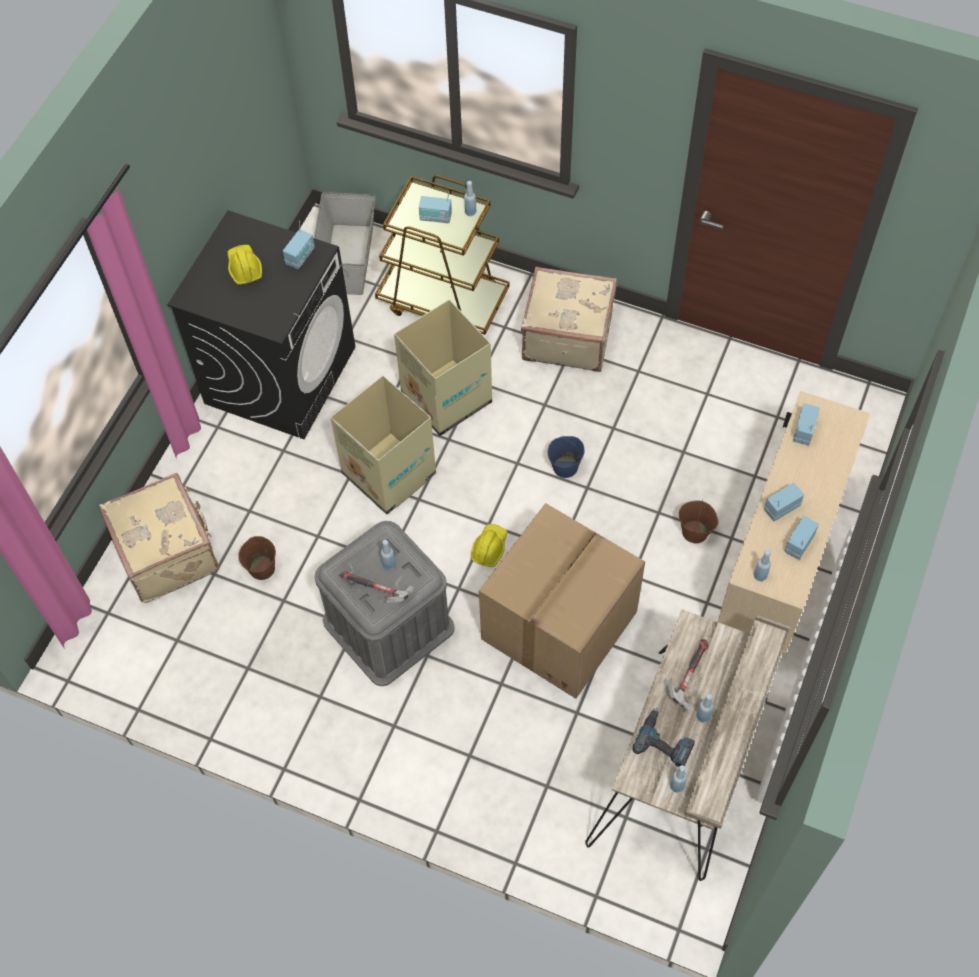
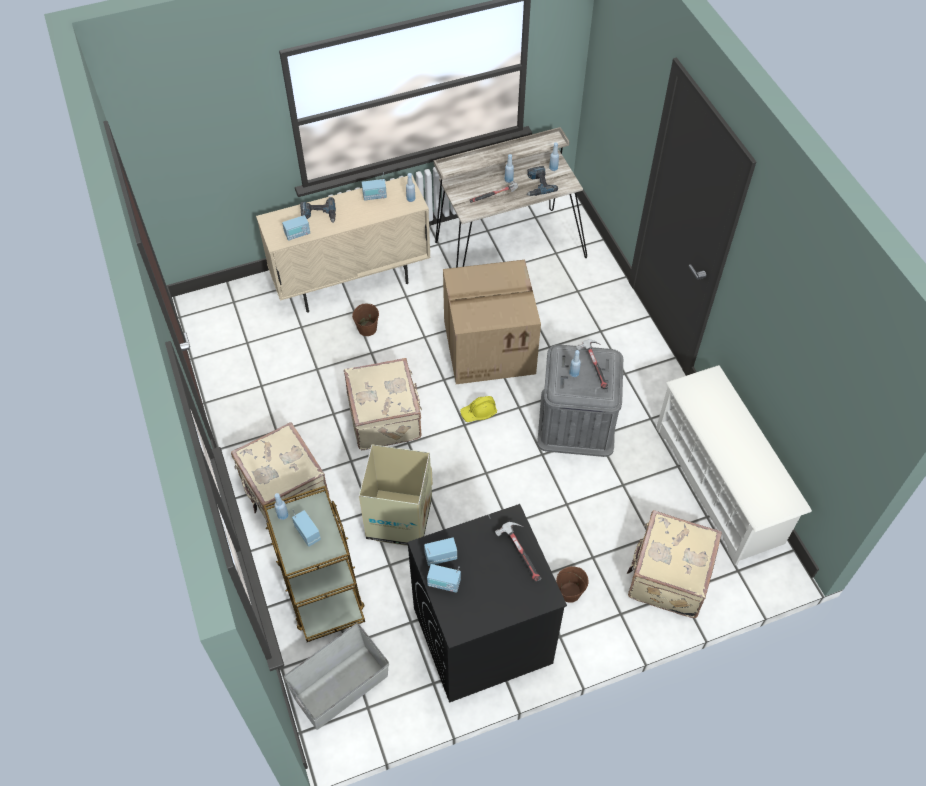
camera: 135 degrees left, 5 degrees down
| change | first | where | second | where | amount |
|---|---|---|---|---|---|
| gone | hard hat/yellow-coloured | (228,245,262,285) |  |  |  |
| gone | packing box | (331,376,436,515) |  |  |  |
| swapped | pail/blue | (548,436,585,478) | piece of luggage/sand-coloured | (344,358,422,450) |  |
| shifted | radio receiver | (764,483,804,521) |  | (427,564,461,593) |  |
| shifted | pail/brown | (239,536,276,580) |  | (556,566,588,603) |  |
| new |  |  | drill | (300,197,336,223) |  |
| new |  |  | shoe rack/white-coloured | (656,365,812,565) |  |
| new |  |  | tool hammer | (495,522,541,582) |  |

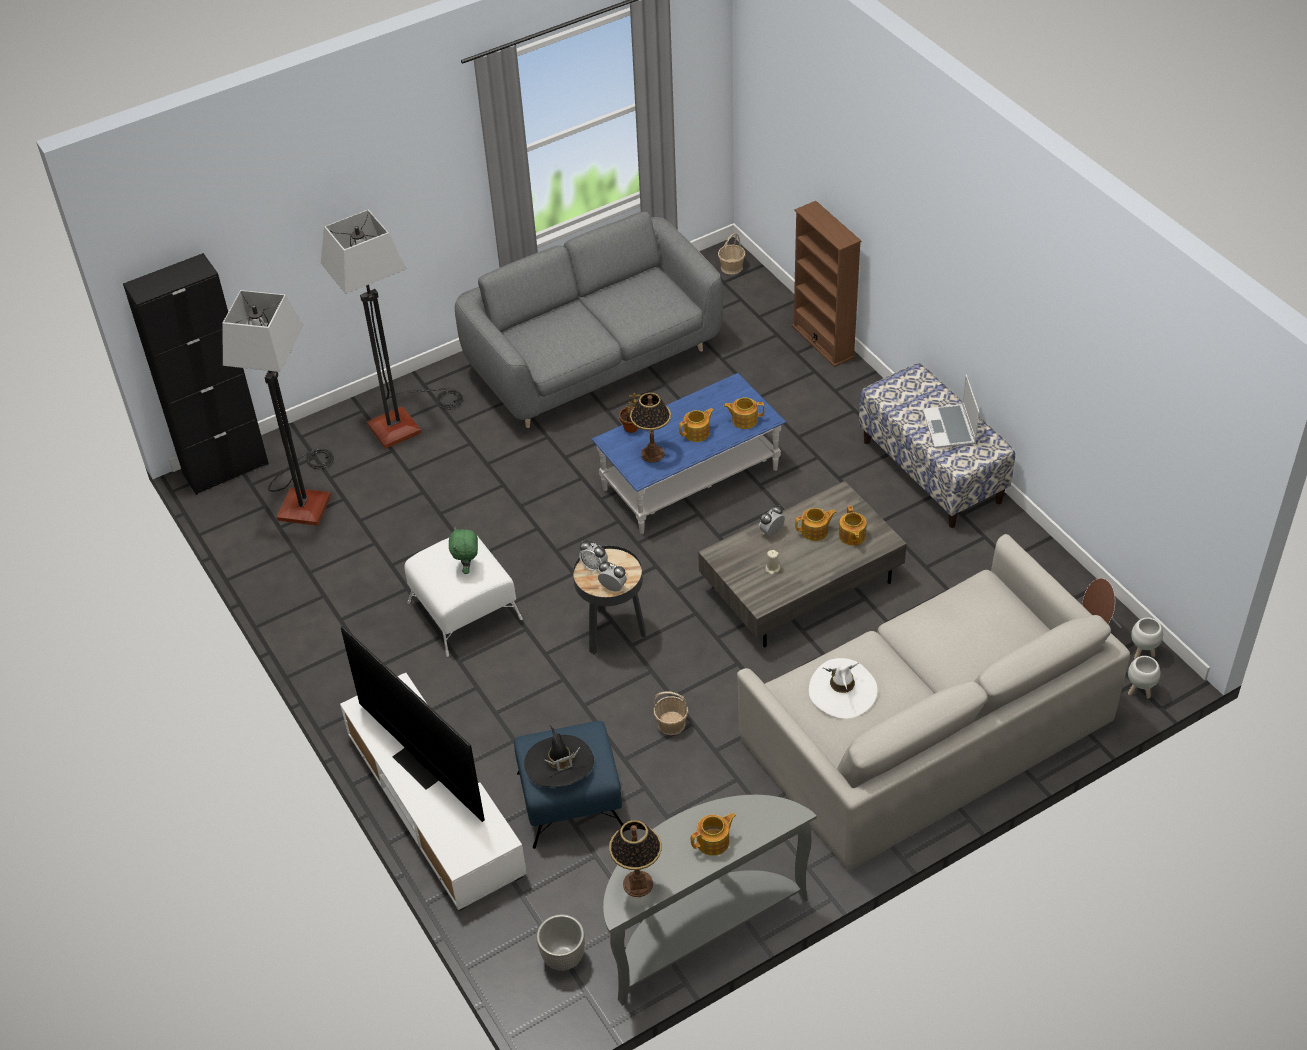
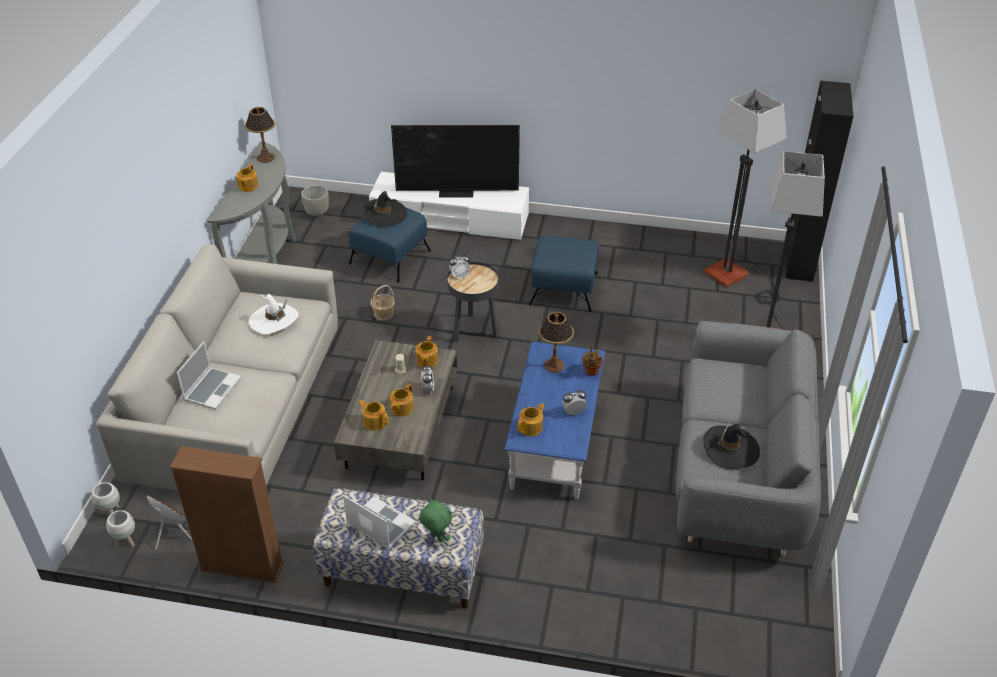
camera: 130 degrees right, 5 degrees down
| change | first | where | second | where | amount |
|---|---|---|---|---|---|
| shifted | bookshelf/brown | (792,201,861,367) |  | (170,446,284,583) |  |
| gone | storage basket | (718,233,745,275) |  |  |  |
| shifted | teapot | (679,408,714,442) |  | (416,336,438,367) |  |
| shifted | soft toy/green | (449,527,478,574) |  | (419,498,452,542) |  |
| repainted | pouffe/white-coloured | (404,536,523,657) | pouffe/blue | (529,235,599,312) |  |
| shifted | table clock | (579,540,608,572) |  | (562,390,587,415) |  |
| new |  |  | laptop | (177,341,241,410) |  |
| new |  |  | wearable hat/black | (703,421,760,469) |  |

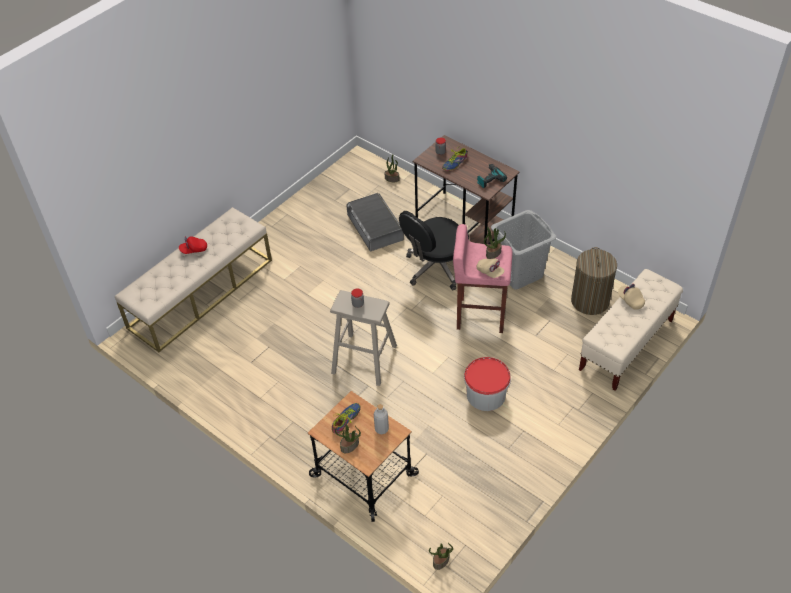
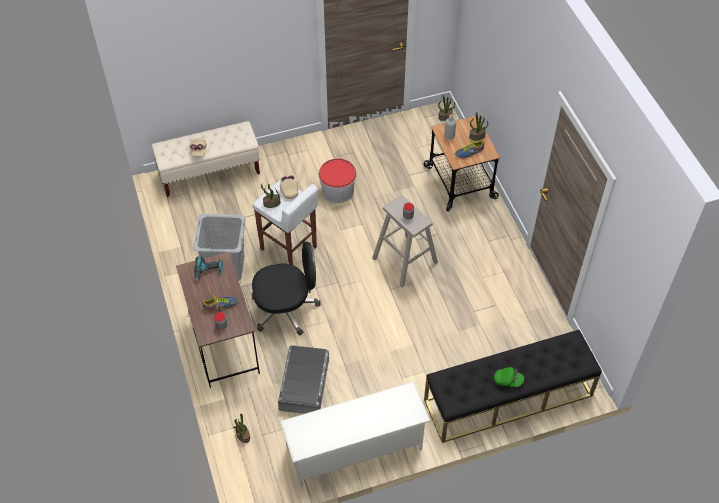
camera: 150 degrees left, 5 degrees up
| change | first | where | second | where | amount |
|---|---|---|---|---|---|
| repainted | indoor bench/sand-coloured | (115,207,272,352) | indoor bench/black | (424,330,602,443) |  |
| repainted | stool/pink | (453,224,513,333) | stool/white-coloured | (252,180,318,265) |  |
| repainted | cap/reddish | (179,236,207,254) | cap/green | (494,367,524,387) |  |
| gone | laundry basket | (571,247,617,315) |  |  |  |
| new |  |  | shoe rack/white-coloured | (280,382,430,487) |  |

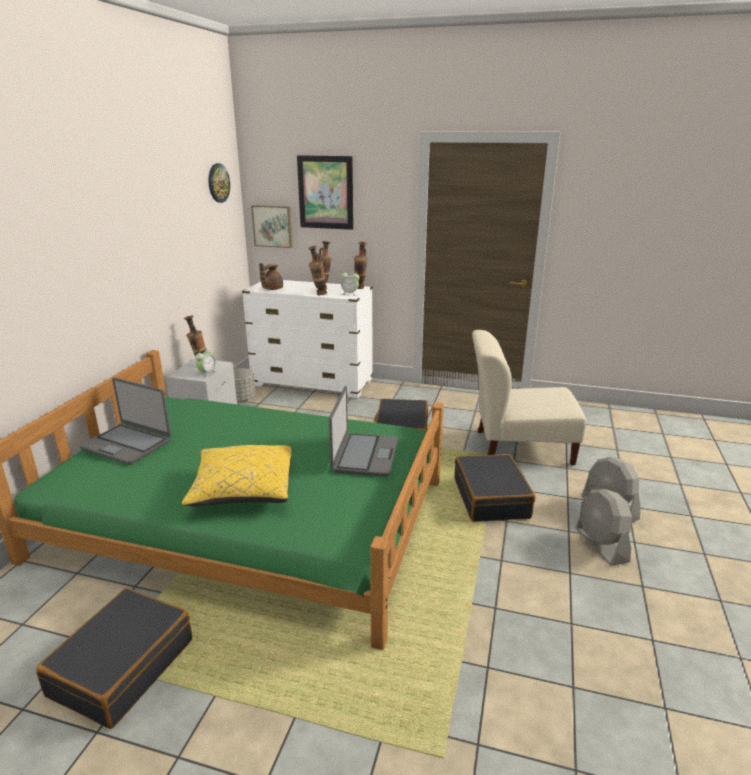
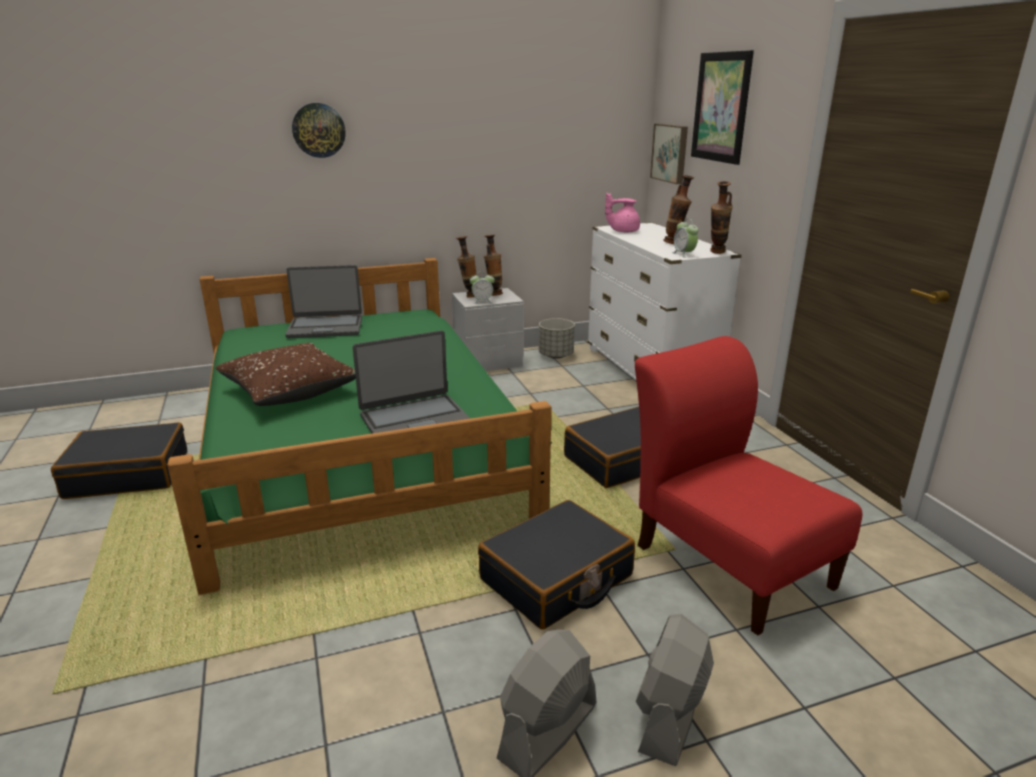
camera: 55 degrees right, 0 degrees up
| change | first | where | second | where | amount |
|---|---|---|---|---|---|
| shifted | clock on the wall | (208,163,230,203) |  | (292,103,346,158) |  |
| shifted | decorative vase | (308,246,327,295) |  | (456,236,476,298) |  |
| repainted | teapot/brown | (259,263,283,290) | teapot/pink | (605,193,640,232) |  |
| repainted | plain chair/sand-coloured | (472,330,586,465) | plain chair/reddish | (635,336,862,635) |  |
| rotated | laptop | (80,378,171,465) |  | (285,265,362,338) | 90 degrees counterclockwise |
| repainted | pillow/yellow-coloured | (182,445,293,506) | pillow/brown | (216,343,356,406) |  |

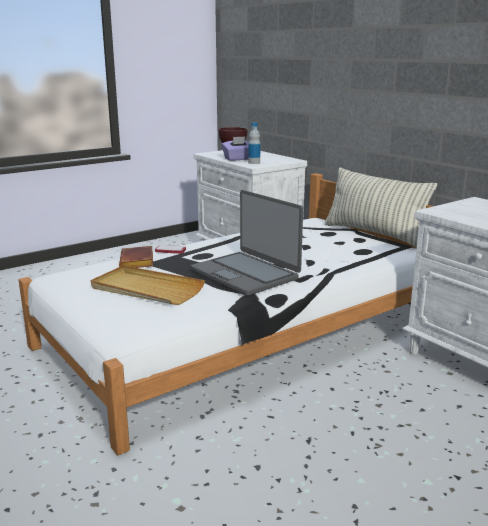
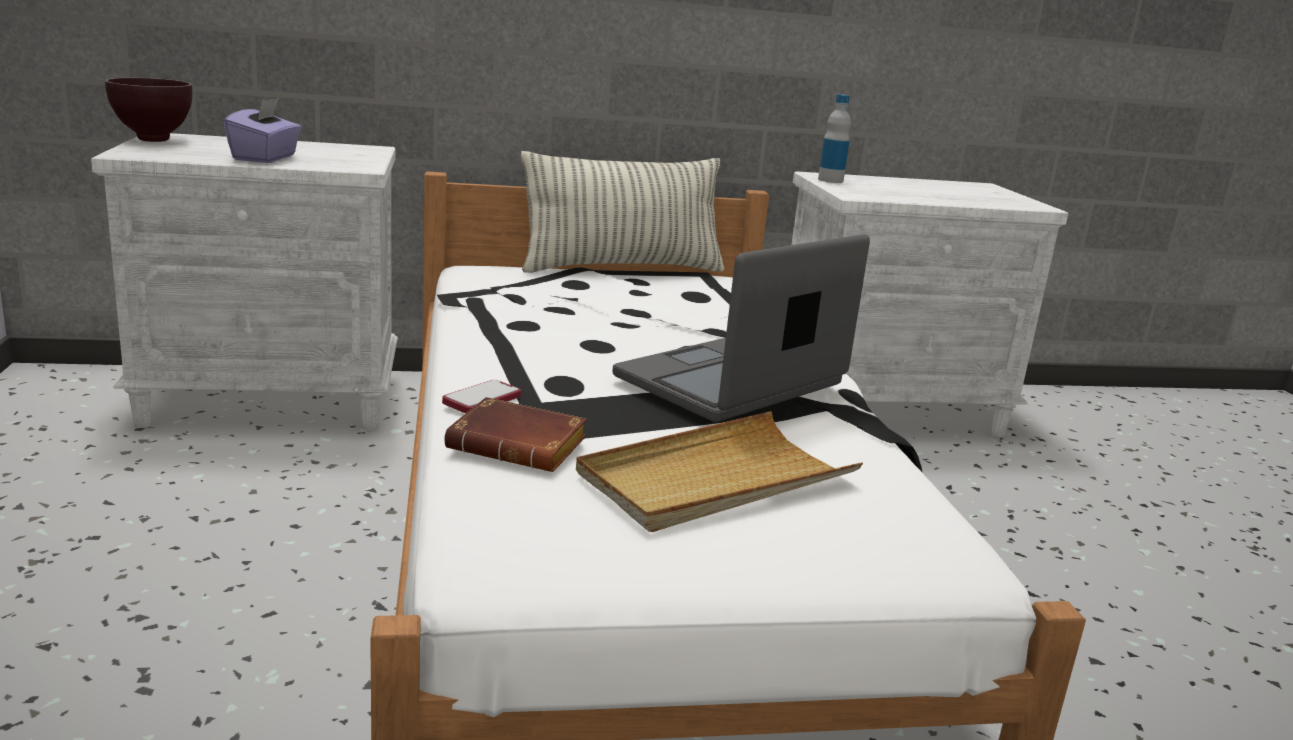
camera: 65 degrees left, 0 degrees up
| change | first | where | second | where | amount |
|---|---|---|---|---|---|
| shifted | bottle | (248,122,260,164) |  | (818,94,851,183) |  |
| rotated | laptop | (190,190,303,296) |  | (612,234,870,422) | 150 degrees clockwise |

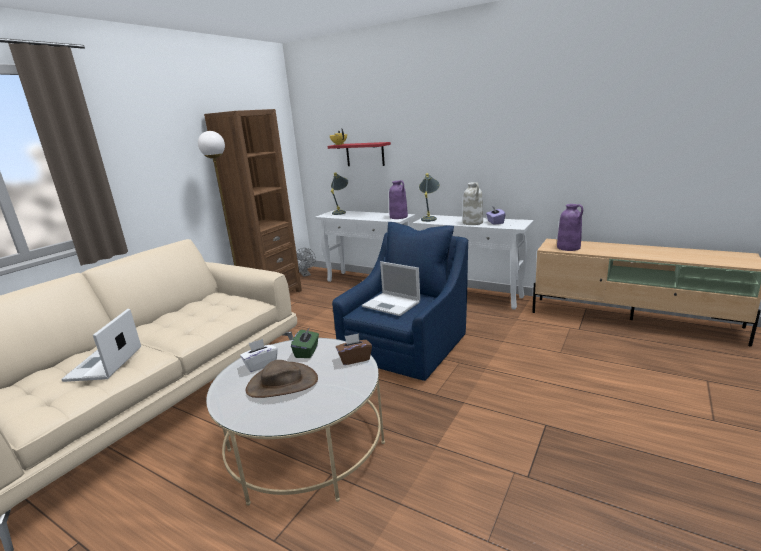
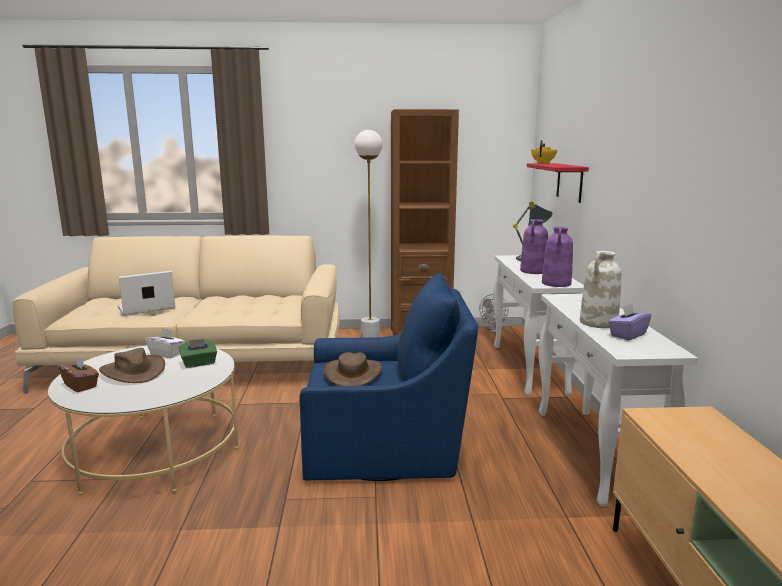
camera: 55 degrees right, 5 degrees down
| change | first | where | second | where | amount |
|---|---|---|---|---|---|
| gone | lamp for a table/gray | (419,173,440,222) |  |  |  |
| shifted | decorative vase/purplish | (557,204,583,251) |  | (520,219,548,274) |  |
| swapped | laptop | (362,261,420,316) | wearable hat/brown | (324,352,382,386) |  |
| shifted | tissue box/brown | (336,333,372,365) |  | (59,356,99,392) |  |

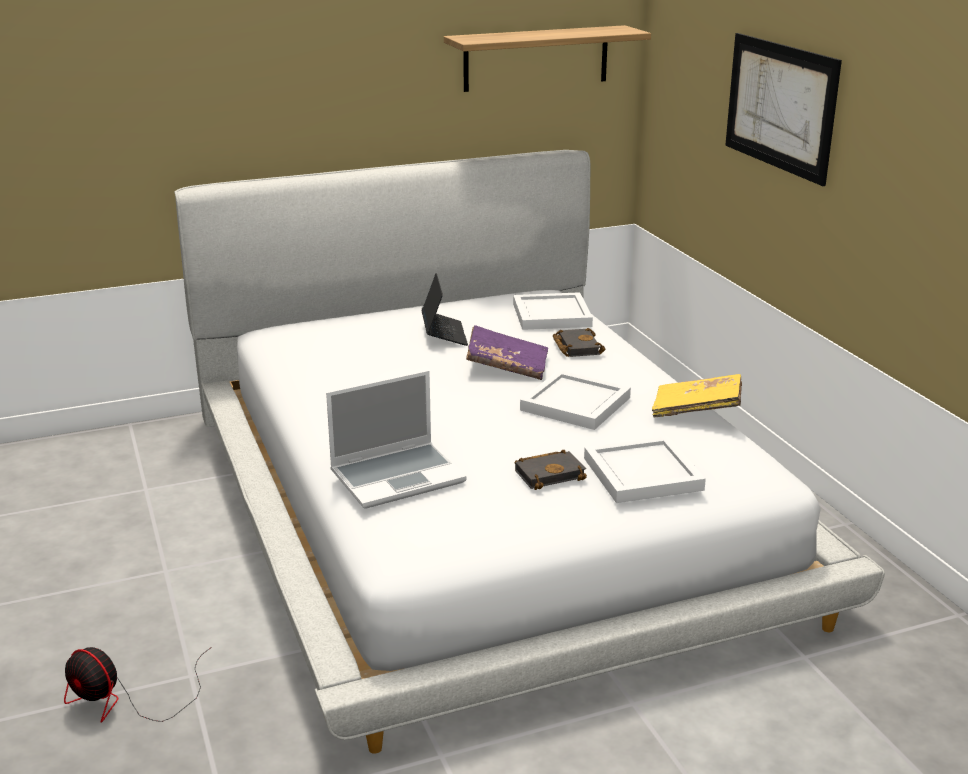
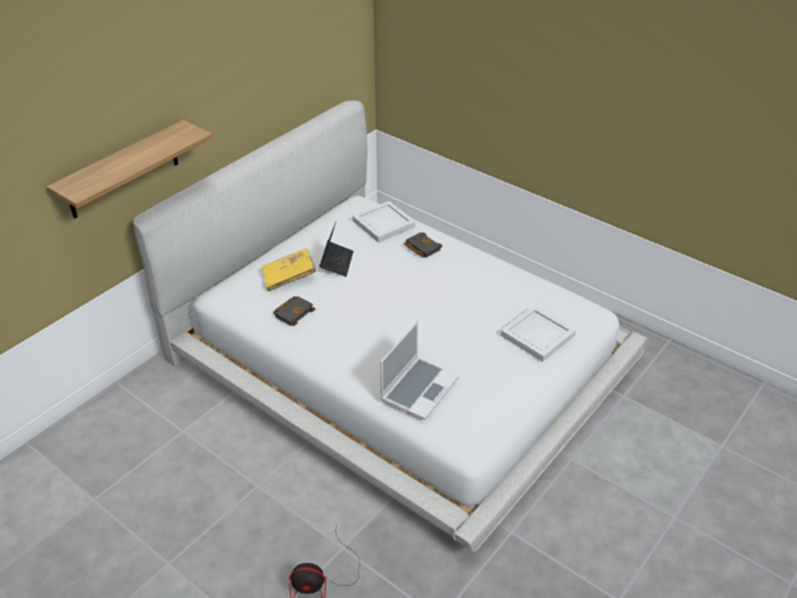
camera: 30 degrees left, 15 degrees up
| change | first | where | second | where | amount |
|---|---|---|---|---|---|
| shifted | bracket shelf | (444,25,651,92) |  | (47,120,213,219) |  |
| gone | picture | (725,33,842,186) |  |  |  |
| rotated | laptop | (422,273,468,346) |  | (319,222,354,277) | 45 degrees clockwise |
| gone | bound book/purplish | (466,325,548,380) |  |  |  |
| gone | serving tray/white-coloured | (520,370,631,430) |  |  |  |
| shifted | bound book/yellow-coloured | (652,374,742,417) |  | (262,248,316,291) |  |
| shifted | bound book/black | (515,449,587,490) |  | (273,296,315,326) |  |

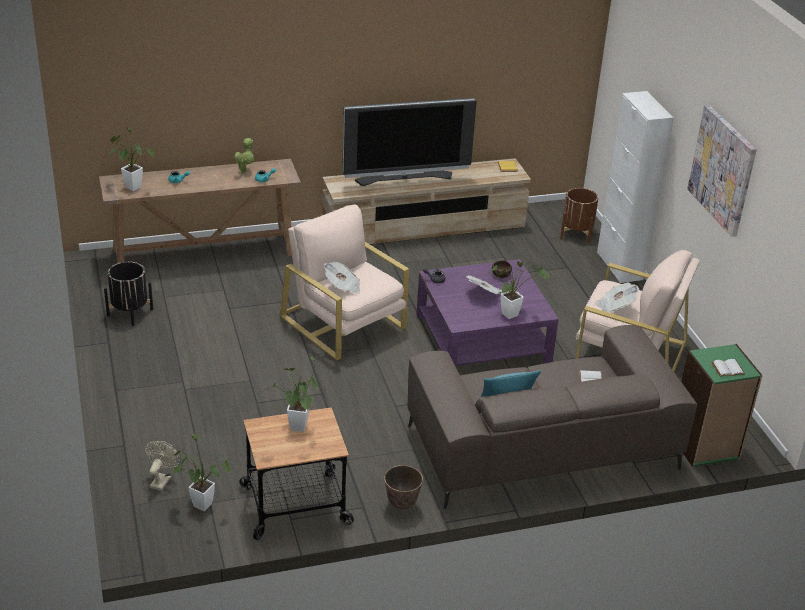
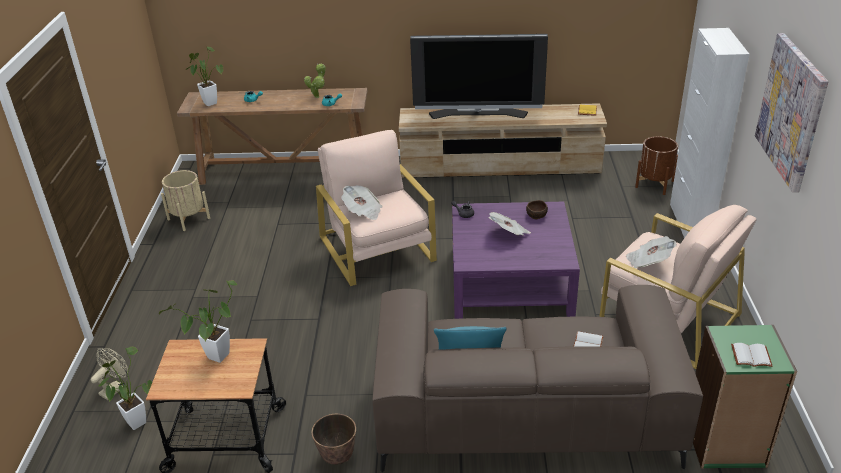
camera: 20 degrees right, 0 degrees up
| change | first | where | second | where | amount |
|---|---|---|---|---|---|
| repainted | flower pot/black | (104,261,153,326) | flower pot/sand-coloured | (161,170,210,231) |  |
| gone | houseplant | (488,261,549,319) |  |  |  |

